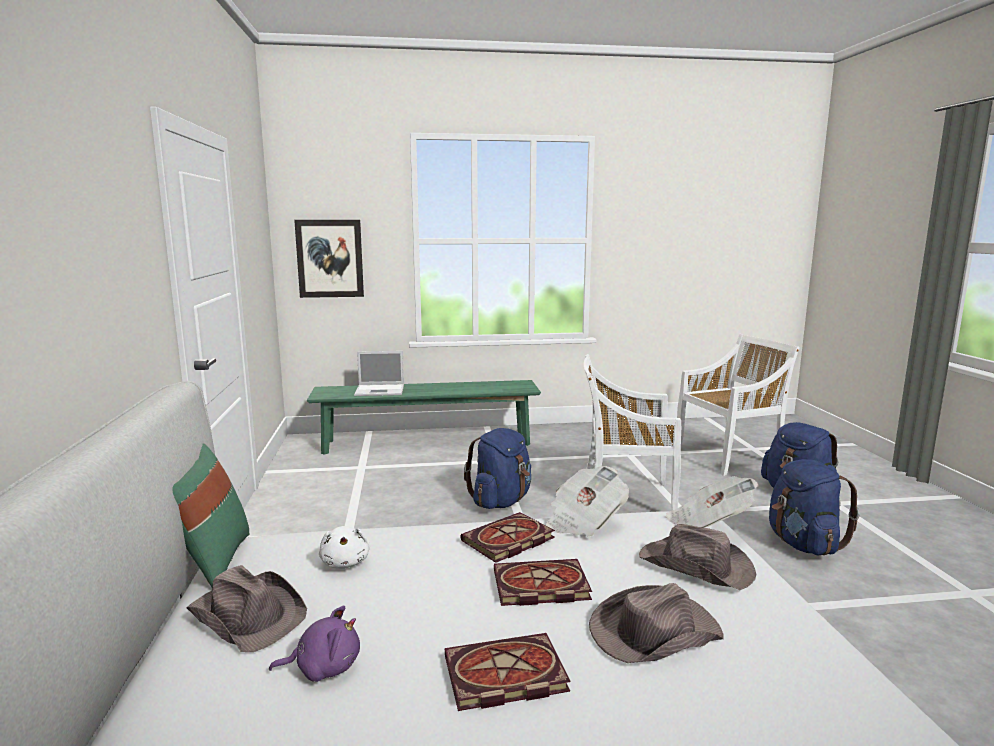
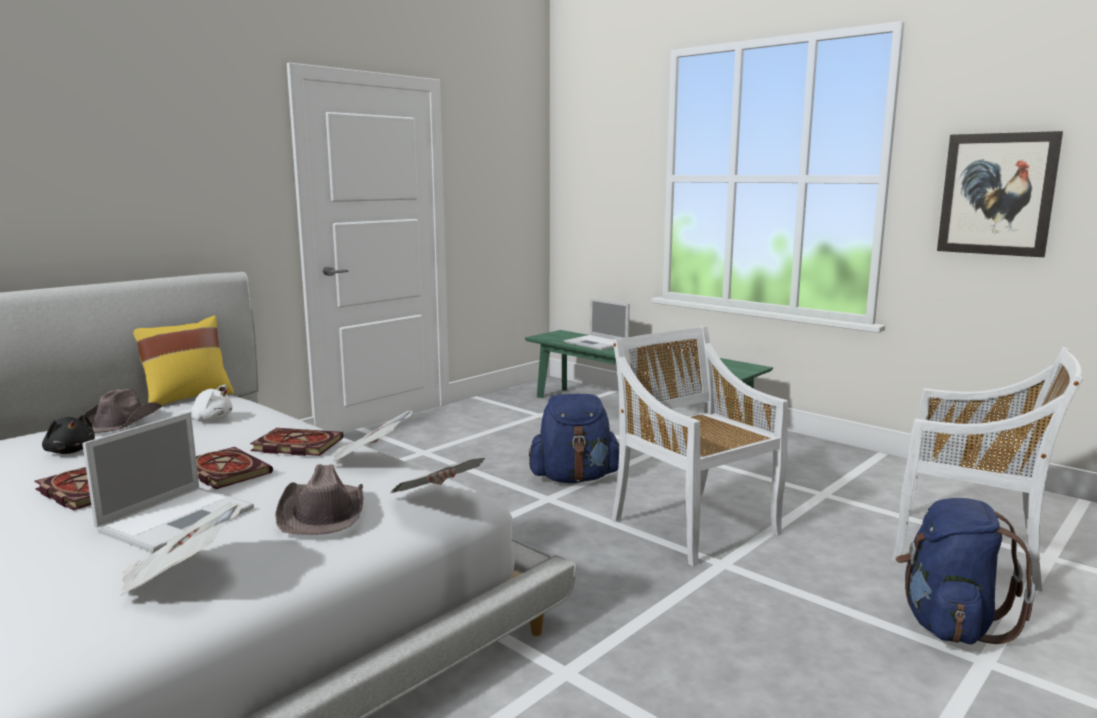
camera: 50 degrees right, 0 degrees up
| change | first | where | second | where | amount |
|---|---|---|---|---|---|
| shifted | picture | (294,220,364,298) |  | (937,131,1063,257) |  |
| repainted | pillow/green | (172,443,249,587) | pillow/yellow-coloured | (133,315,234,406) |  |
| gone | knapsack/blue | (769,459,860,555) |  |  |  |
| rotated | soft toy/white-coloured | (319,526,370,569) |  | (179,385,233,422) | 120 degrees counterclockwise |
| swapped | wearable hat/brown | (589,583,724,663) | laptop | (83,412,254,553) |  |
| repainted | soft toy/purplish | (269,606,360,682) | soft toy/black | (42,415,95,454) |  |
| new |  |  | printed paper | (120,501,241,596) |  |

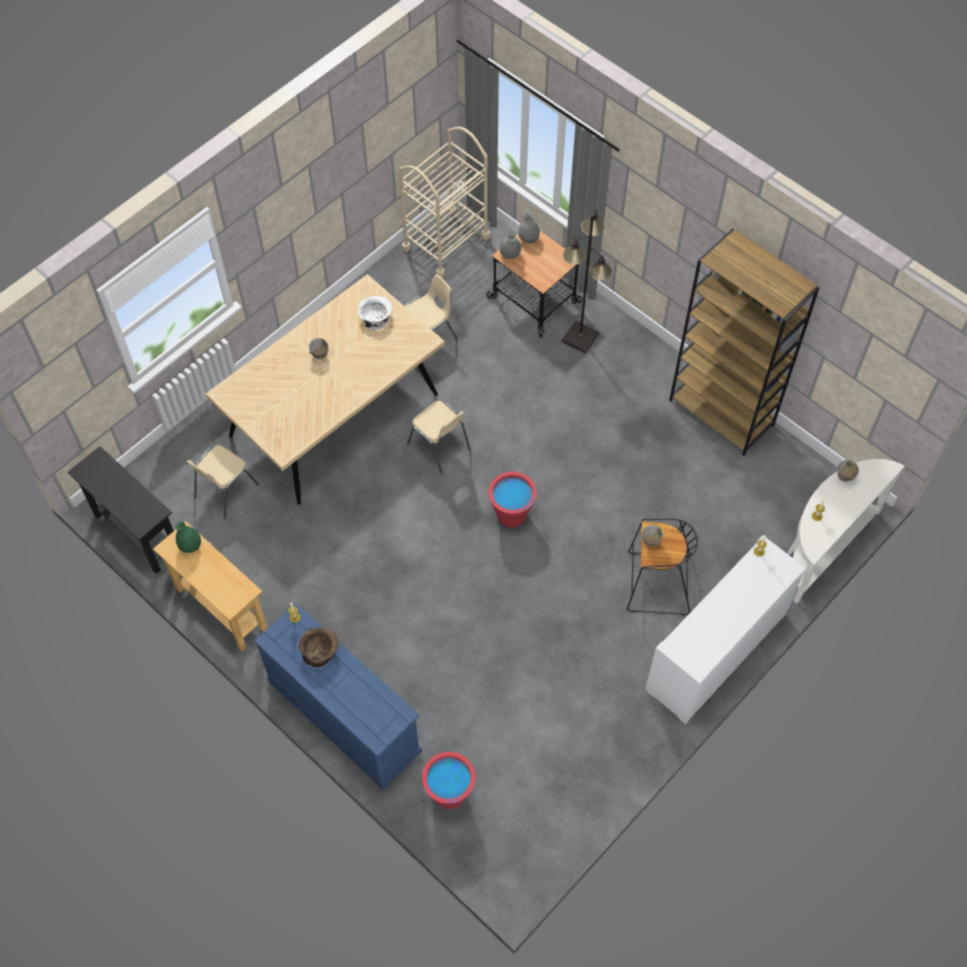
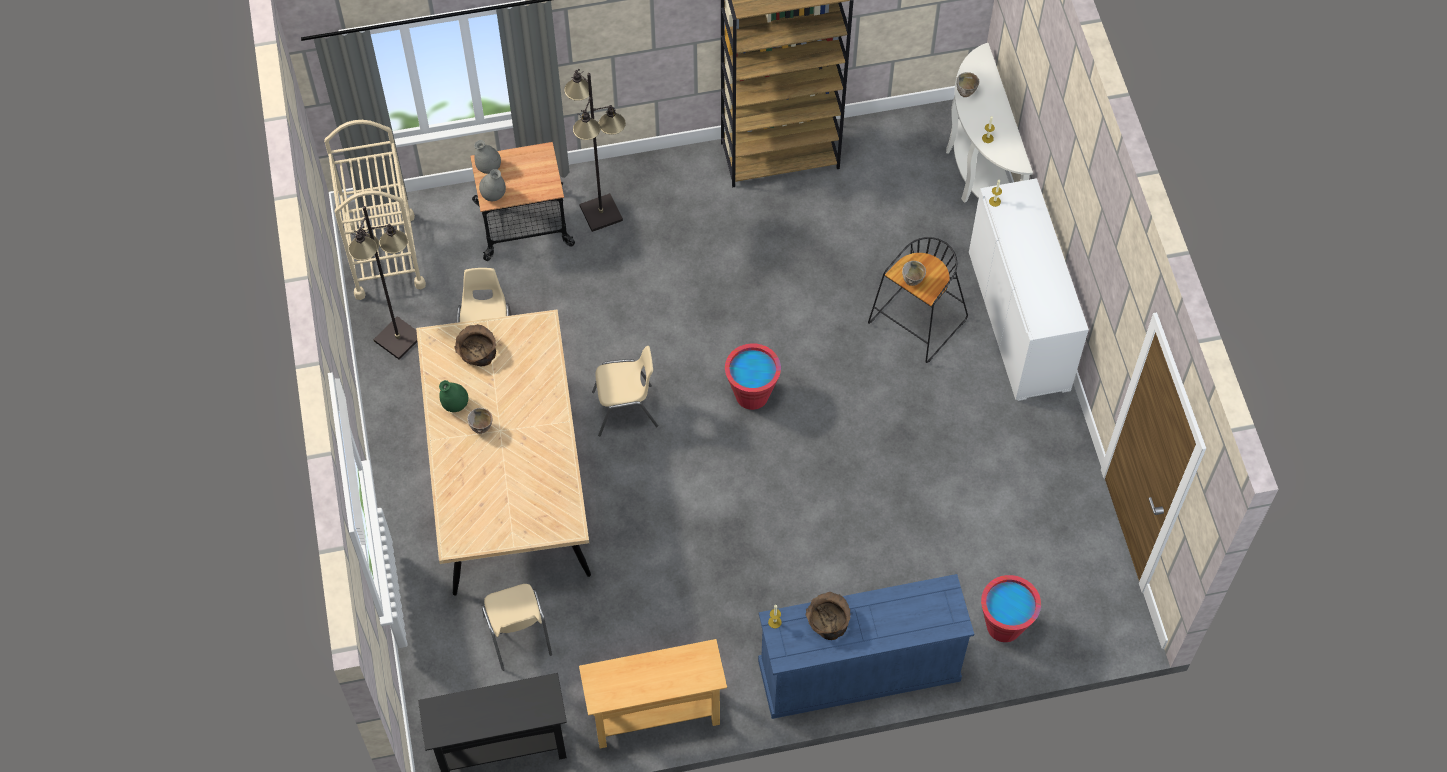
camera: 55 degrees left, 0 degrees up
| change | first | where | second | where | amount |
|---|---|---|---|---|---|
| repainted | serving bowl/white-coloured | (358,296,392,330) | serving bowl/brown | (454,324,496,367) |  |
| shifted | decorative vase/green | (175,522,201,553) |  | (439,380,468,412) |  |
| new |  |  | standing lamp/black | (348,206,417,360) |  |

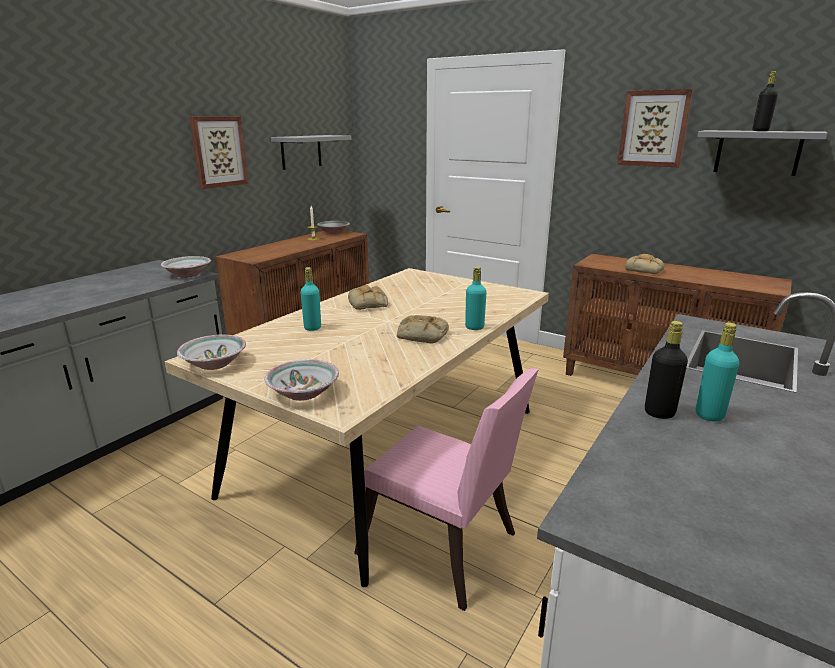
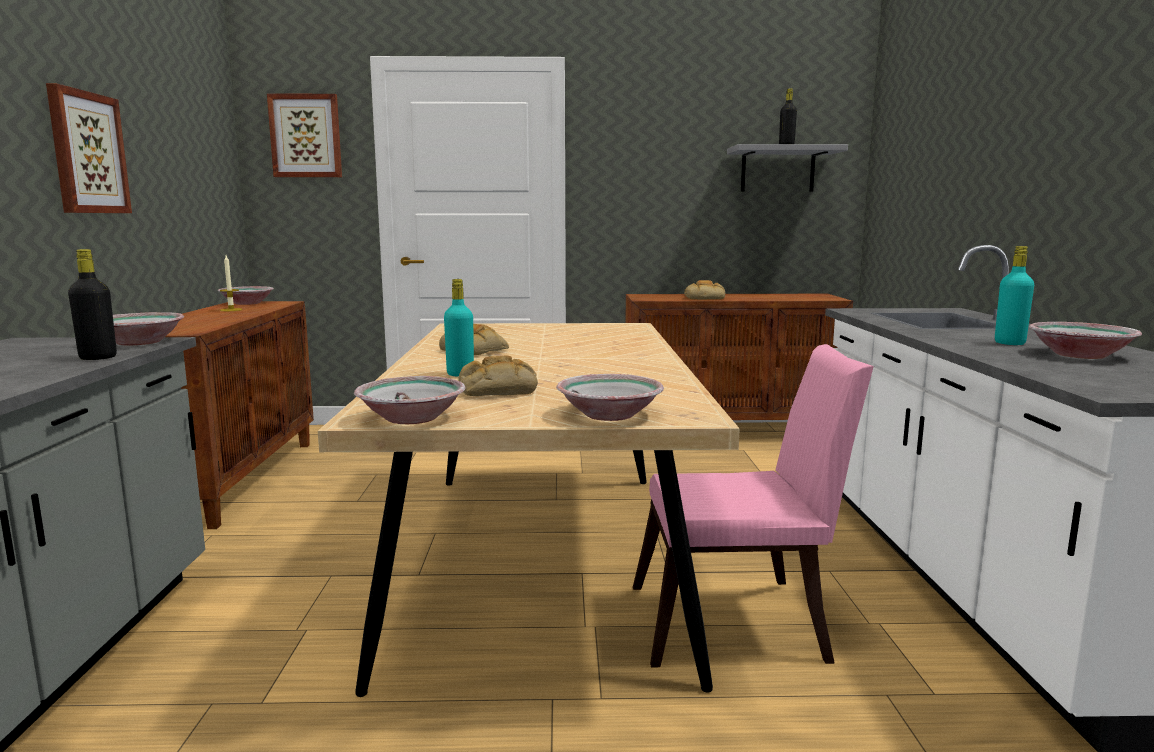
camera: 35 degrees left, 10 degrees down
| change | first | where | second | where | amount |
|---|---|---|---|---|---|
| shifted | picture | (617,89,693,167) |  | (267,93,342,177) |  |
| gone | bracket shelf/gray | (271,135,351,170) |  |  |  |
| gone | bottle/turquoise-coloured | (465,267,487,330) |  |  |  |
| shifted | baked bread | (397,315,449,343) |  | (458,356,538,396) |  |
| shifted | bottle/black | (645,321,688,419) |  | (68,249,117,360) |  |
| new |  |  | serving bowl | (1029,322,1142,359) |  |

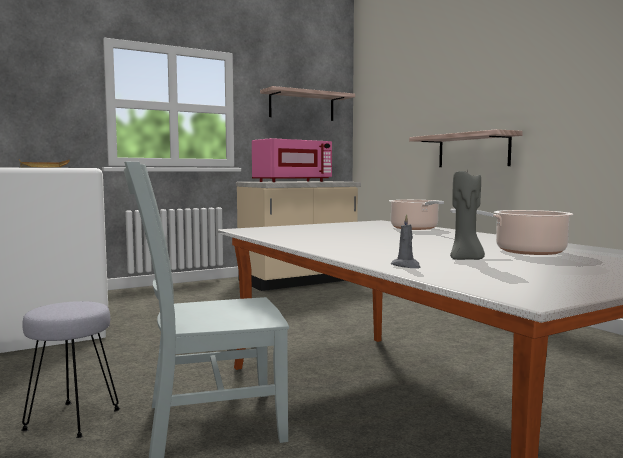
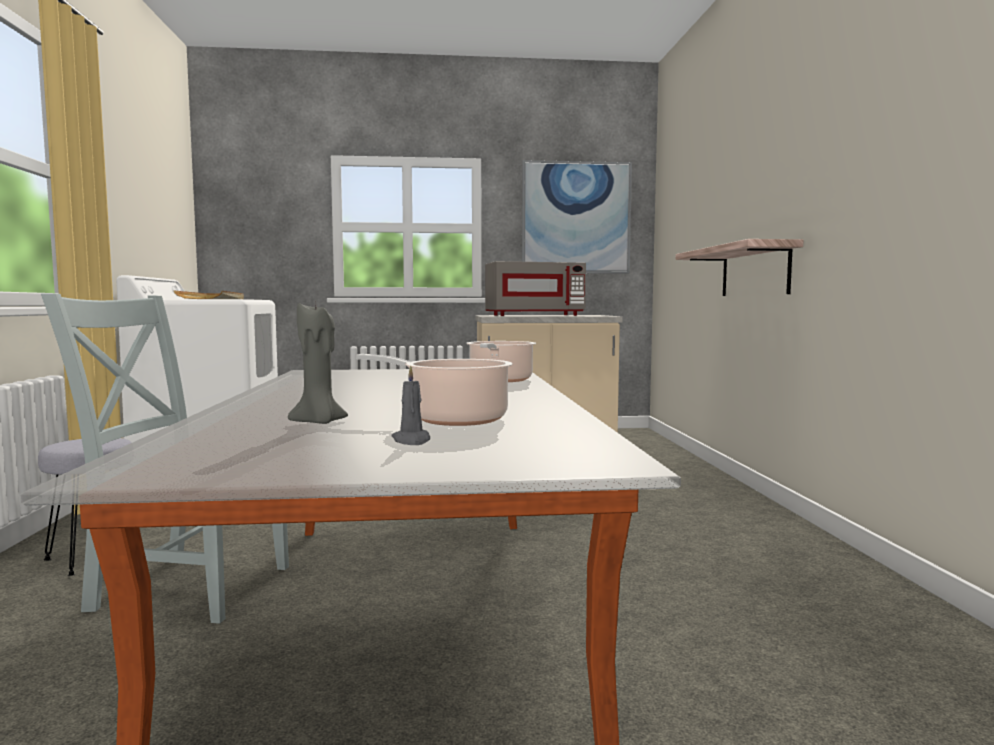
camera: 25 degrees right, 0 degrees up
| change | first | where | second | where | amount |
|---|---|---|---|---|---|
| swapped | bracket shelf | (260,86,355,121) | picture | (522,160,632,274) |  |
| repainted | microwave oven/pink | (252,138,332,182) | microwave oven/gray | (485,261,586,316) |  |
| shifted | candle/gray | (391,214,421,268) |  | (391,365,430,445) |  |

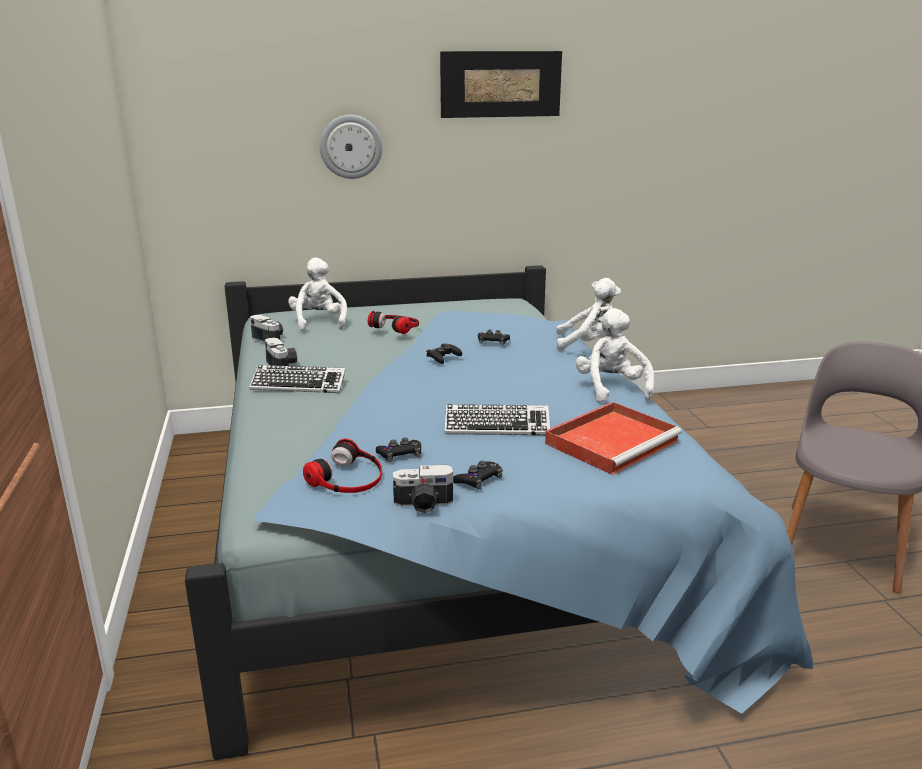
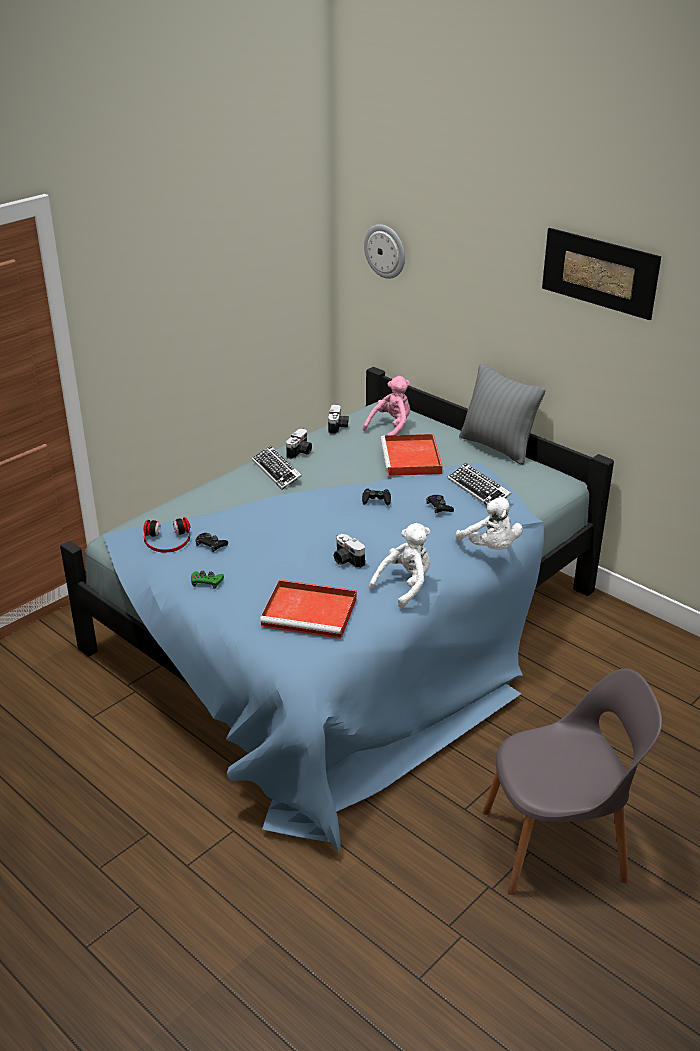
camera: 55 degrees right, 10 degrees up
| change | first | where | second | where | amount |
|---|---|---|---|---|---|
| shifted | clock on the wall | (320,115,382,179) |  | (364,224,405,279) |  |
| repainted | soft toy/white-coloured | (288,257,347,331) | soft toy/pink | (363,376,410,435) |  |
| swapped | headset | (368,311,419,334) | serving tray/reddish | (381,434,443,476) |  |
| shifted | computer keyboard | (445,404,550,435) |  | (448,463,512,505) |  |
| repainted | game controller/black | (453,461,503,490) | game controller/green | (191,571,224,589) |  |
| shifted | still camera | (393,465,453,513) |  | (333,534,365,568) |  |
| new |  |  | pillow/gray | (459,364,546,465) |  |

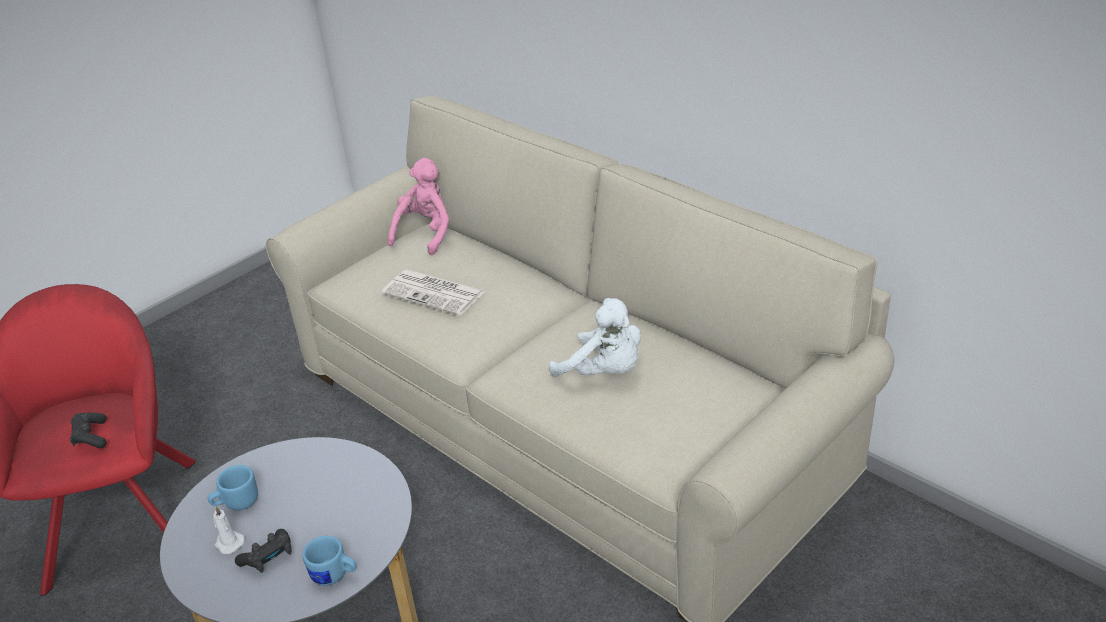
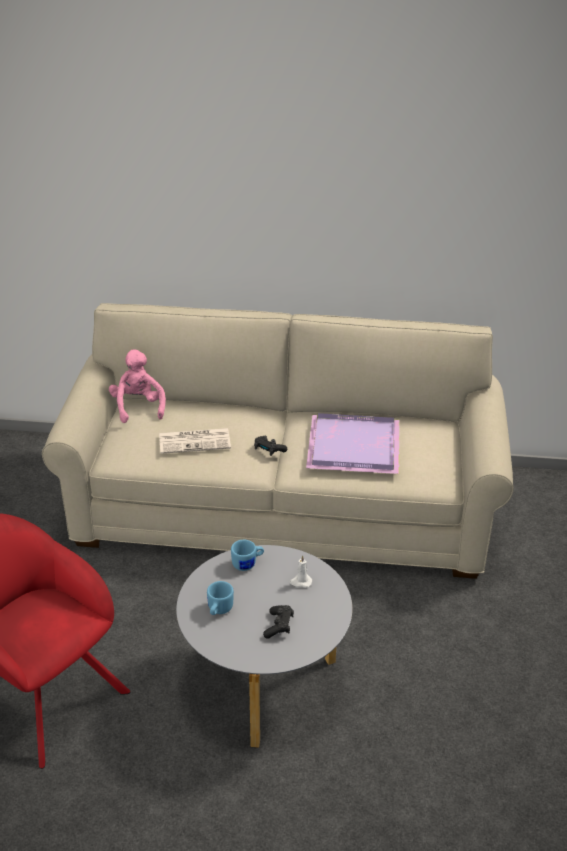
camera: 40 degrees left, 0 degrees up
| change | first | where | second | where | amount |
|---|---|---|---|---|---|
| swapped | soft toy/white-coloured | (549,298,641,377) | serving tray/purplish | (306,413,399,474) |  |
| shifted | game controller/black | (70,412,107,448) |  | (254,436,287,456) |  |
| shifted | candle/white-coloured | (213,506,245,554) |  | (290,555,312,588) |  |
| shifted | mug/blue | (302,536,357,586) |  | (231,540,264,571) |  |

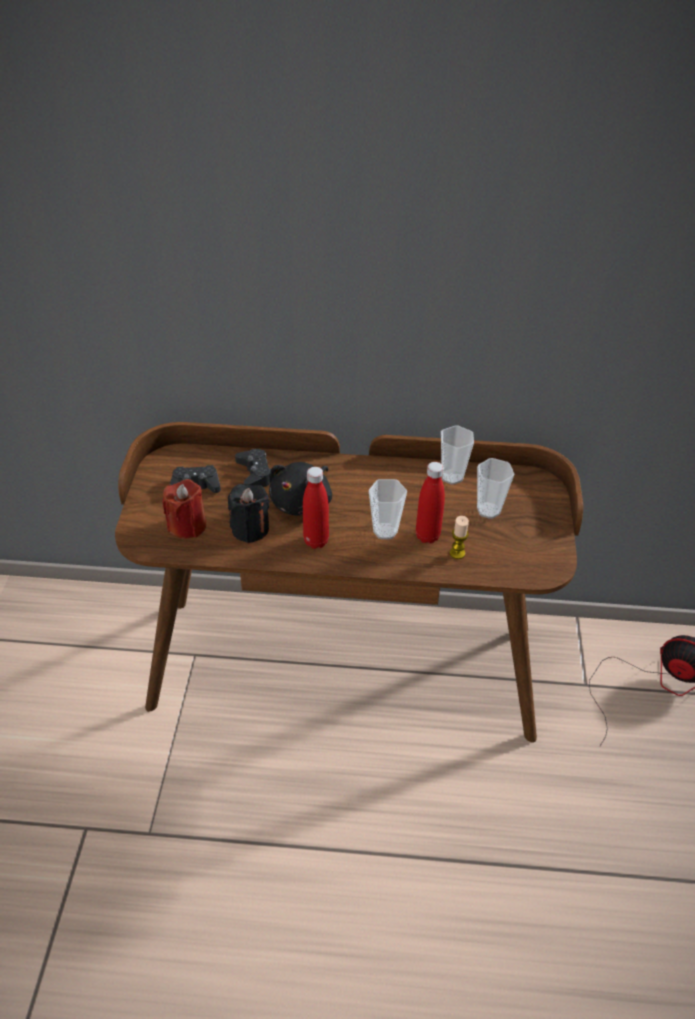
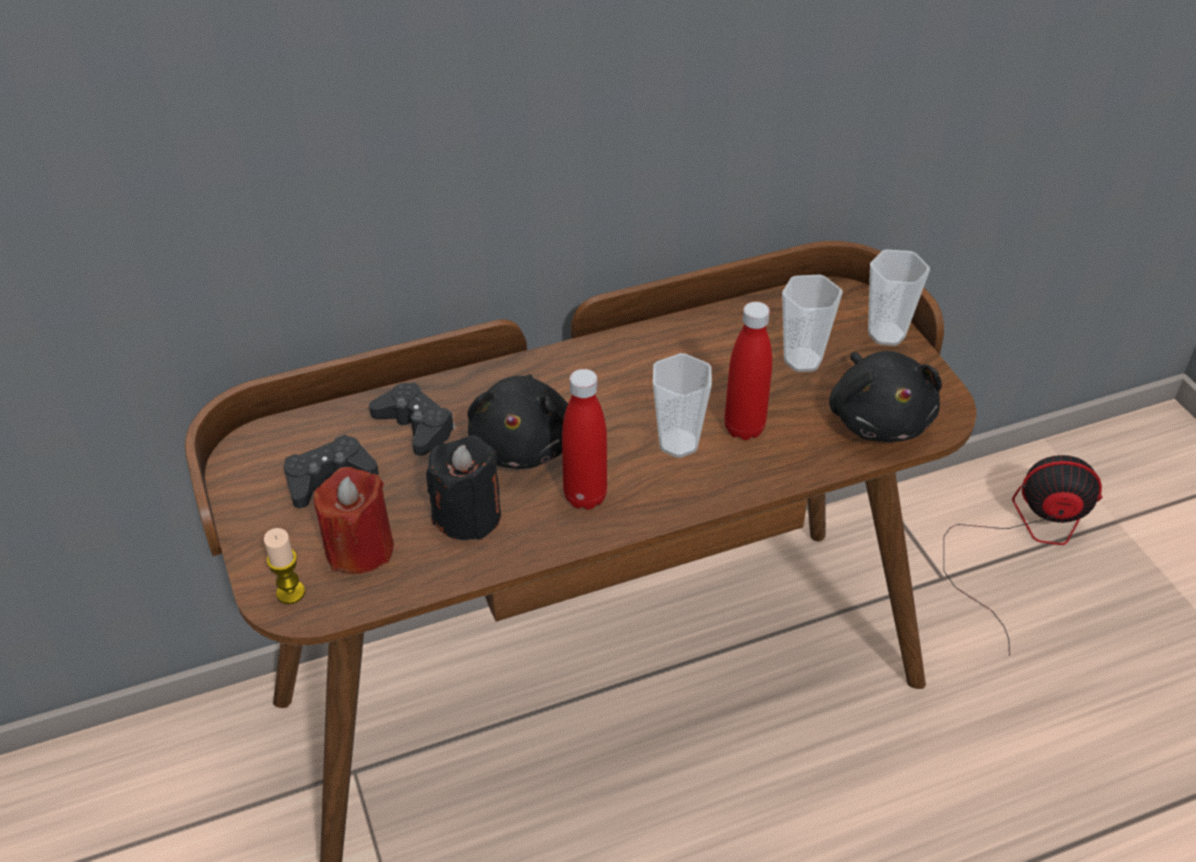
camera: 25 degrees left, 0 degrees up
| change | first | where | second | where | amount |
|---|---|---|---|---|---|
| shifted | drinking cup | (441,425,474,485) |  | (868,249,930,346) |  |
| shifted | candle | (450,516,469,559) |  | (264,528,305,604) |  |
| new |  |  | soft toy/black | (829,351,942,442) |  |

